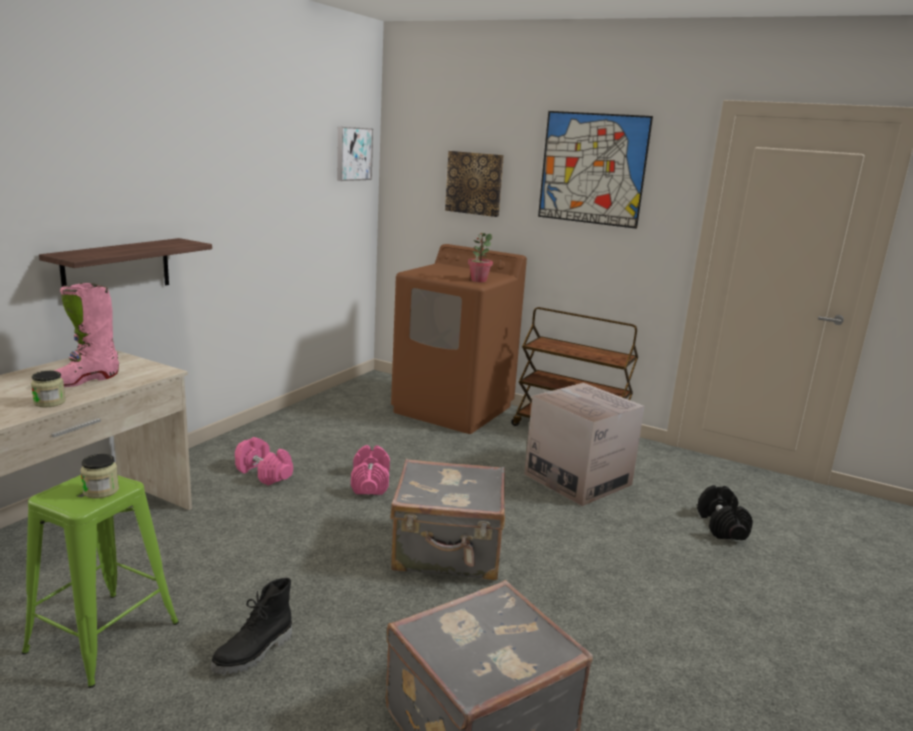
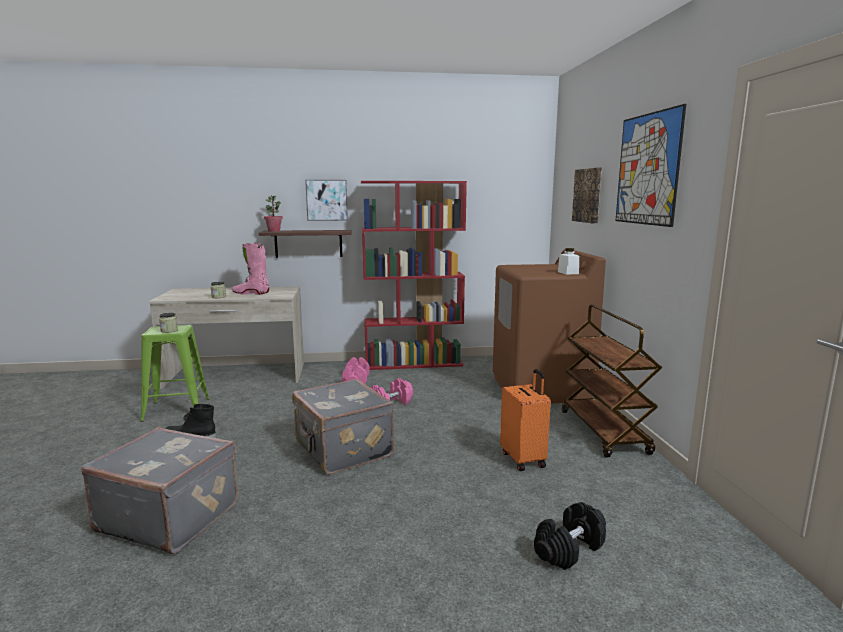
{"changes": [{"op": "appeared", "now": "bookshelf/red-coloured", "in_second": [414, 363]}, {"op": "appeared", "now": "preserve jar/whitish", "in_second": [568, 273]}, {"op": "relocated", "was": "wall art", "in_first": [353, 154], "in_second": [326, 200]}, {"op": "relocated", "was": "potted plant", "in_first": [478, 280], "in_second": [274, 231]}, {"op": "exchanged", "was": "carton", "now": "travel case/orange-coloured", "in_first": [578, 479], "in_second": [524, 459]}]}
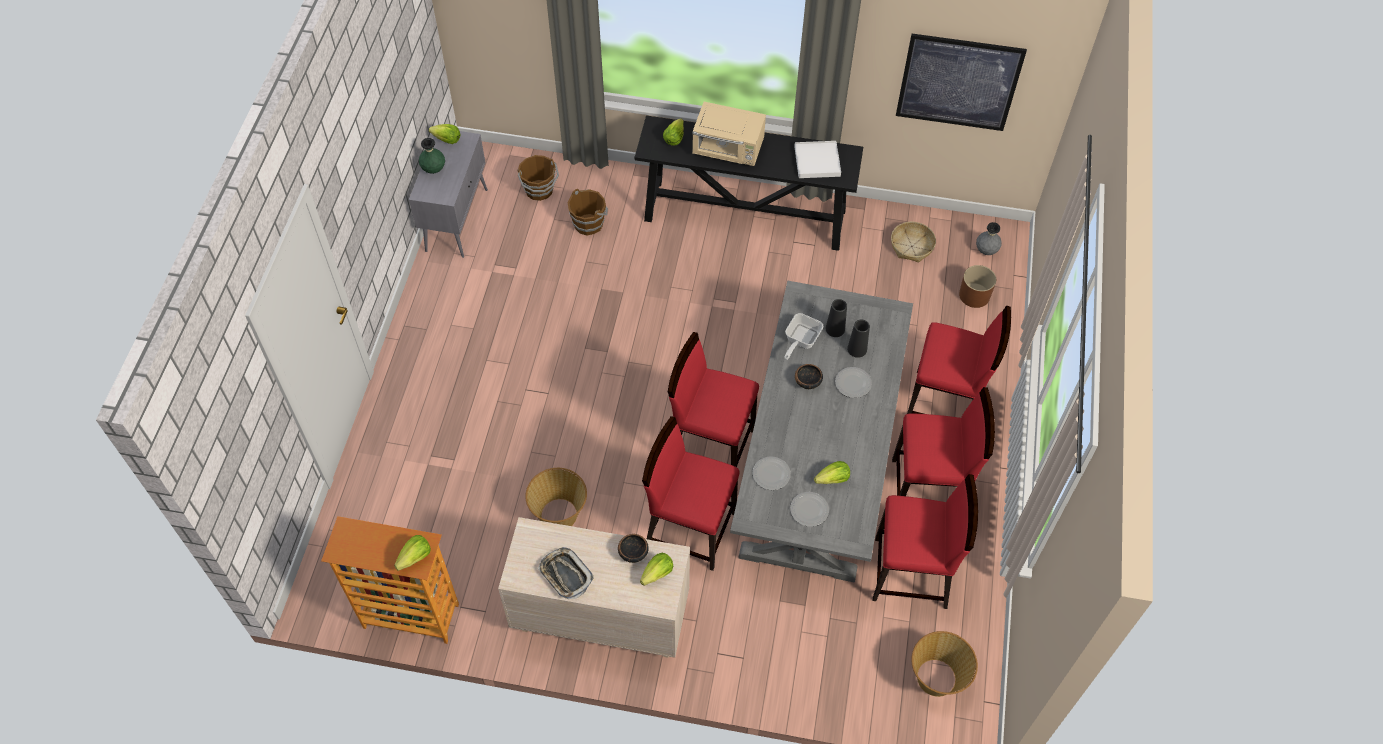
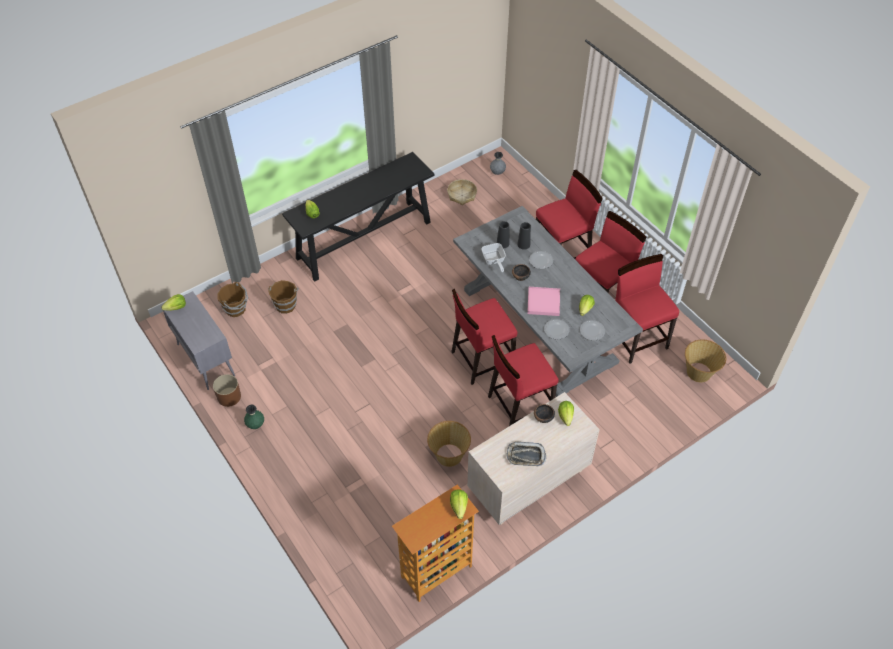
{"changes": [{"op": "missing", "was": "kitchen microwave/beige", "in_first": [728, 150]}, {"op": "missing", "was": "tray/whitish", "in_first": [817, 161]}, {"op": "missing", "was": "wall art", "in_first": [958, 82]}, {"op": "appeared", "now": "tray/pinkish", "in_second": [543, 302]}, {"op": "relocated", "was": "decorative vase/greenish", "in_first": [433, 169], "in_second": [255, 425]}, {"op": "relocated", "was": "plant pot/brown-coloured", "in_first": [974, 295], "in_second": [229, 396]}, {"op": "spun", "was": "chair/red-coloured", "in_first": [911, 573], "in_second": [636, 338], "clockwise": -75}]}
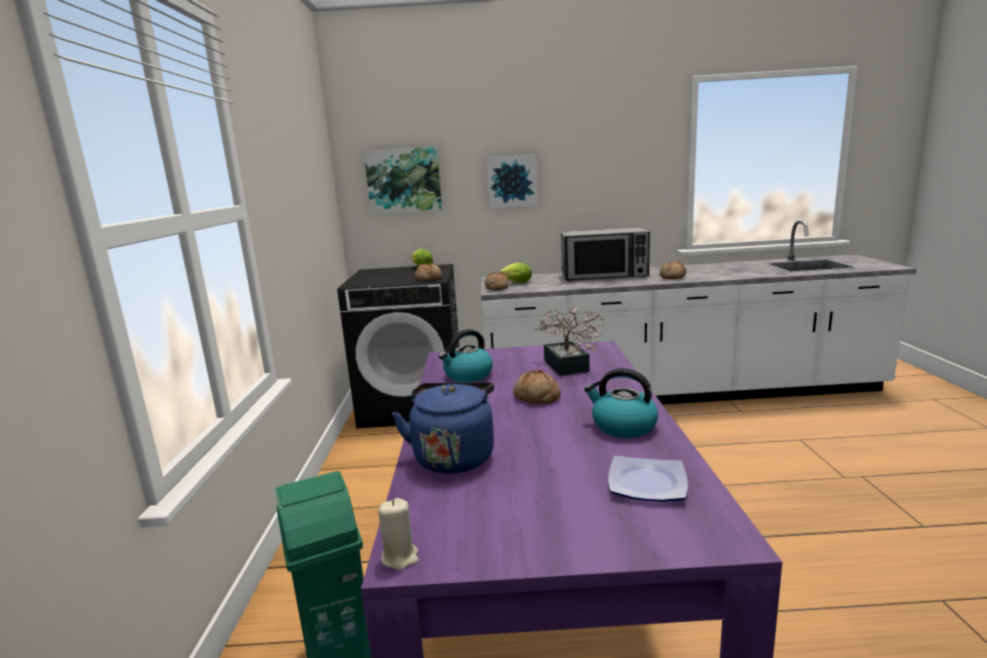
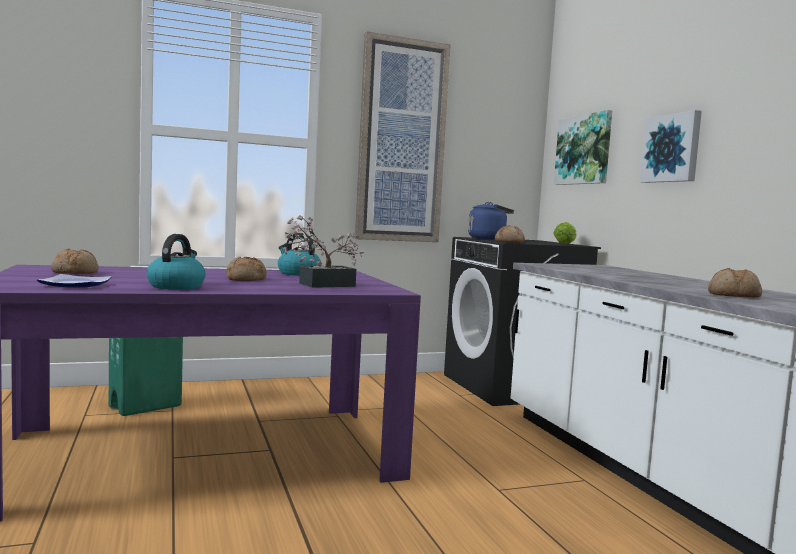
{"changes": [{"op": "missing", "was": "wax light/beige", "in_first": [400, 557]}, {"op": "missing", "was": "lettuce head", "in_first": [515, 282]}, {"op": "missing", "was": "kitchen microwave", "in_first": [604, 276]}, {"op": "appeared", "now": "wall art", "in_second": [401, 141]}, {"op": "relocated", "was": "kettle/bluish", "in_first": [454, 456], "in_second": [489, 239]}, {"op": "relocated", "was": "bakery bread", "in_first": [496, 288], "in_second": [75, 272]}]}
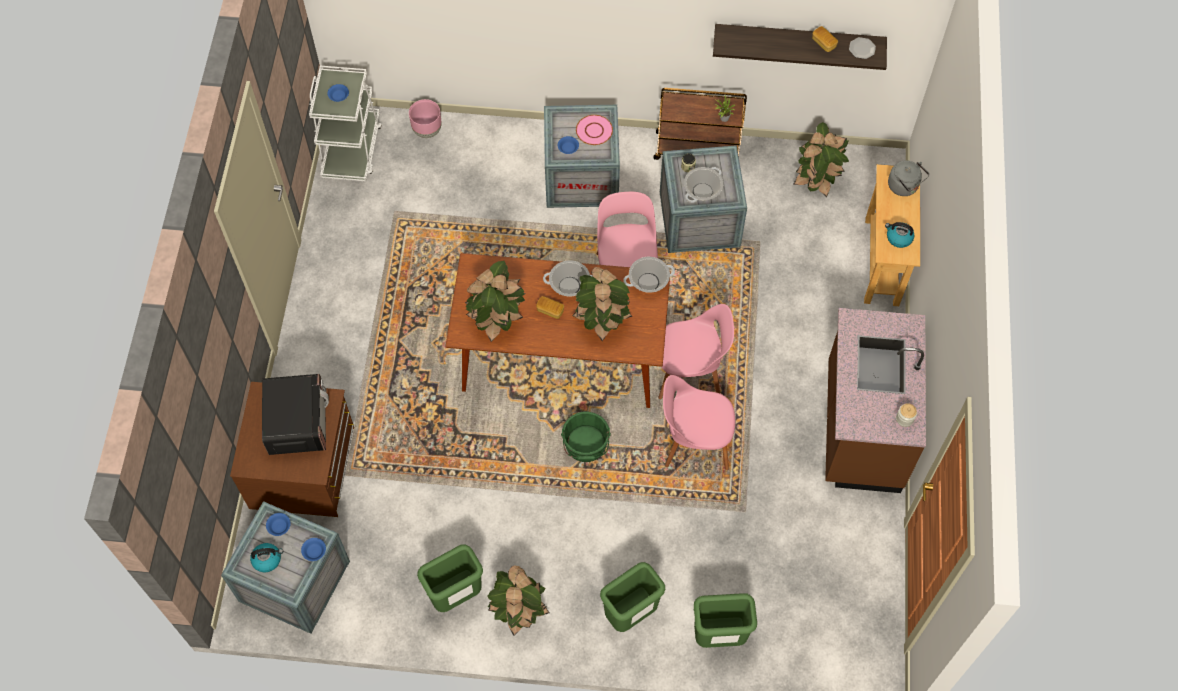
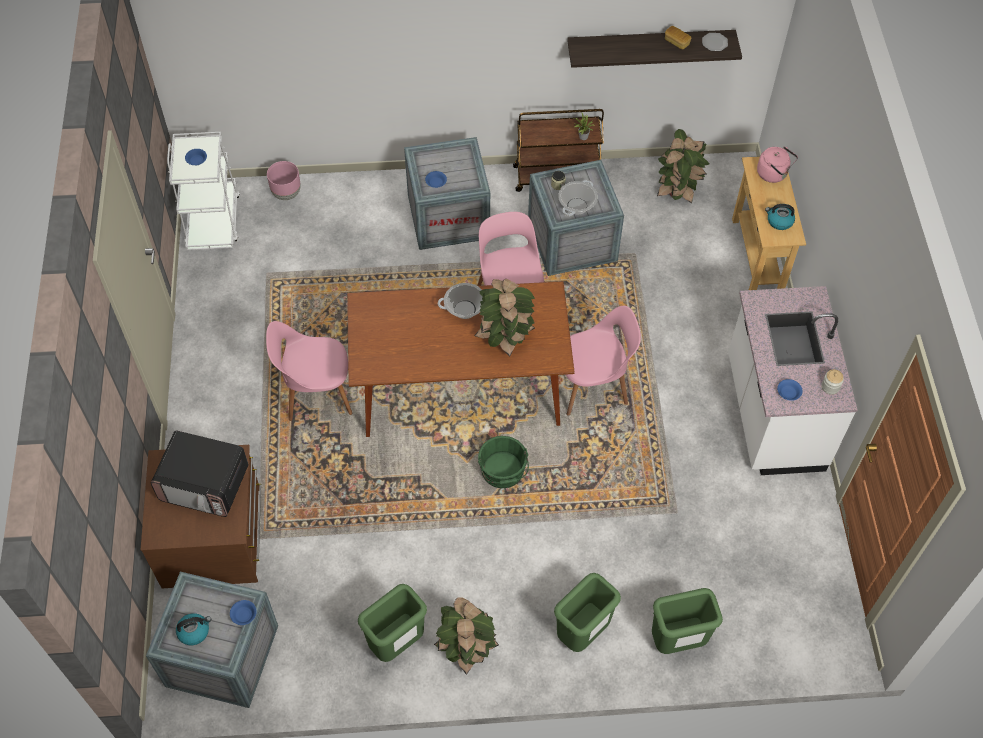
{"changes": [{"op": "missing", "was": "potted plant", "in_first": [497, 321]}, {"op": "missing", "was": "bakery bread", "in_first": [550, 310]}, {"op": "missing", "was": "plate/pinkish", "in_first": [594, 130]}, {"op": "missing", "was": "stockpot", "in_first": [648, 282]}, {"op": "relocated", "was": "deep dish/bluish", "in_first": [279, 526], "in_second": [788, 393]}, {"op": "relocated", "was": "chair/pinkish", "in_first": [694, 441], "in_second": [316, 393]}, {"op": "colour", "was": "kitchen counter/brown-coloured", "now": "kitchen counter/whitish", "in_first": [860, 427], "in_second": [772, 414]}, {"op": "colour", "was": "kettle/grey", "now": "kettle/pinkish", "in_first": [904, 187], "in_second": [773, 174]}, {"op": "spun", "was": "kitchen microwave", "in_first": [298, 422], "in_second": [205, 484], "clockwise": 120}]}
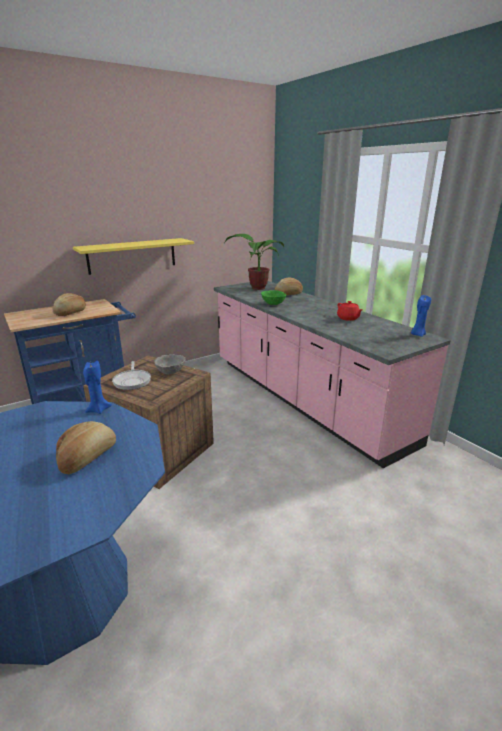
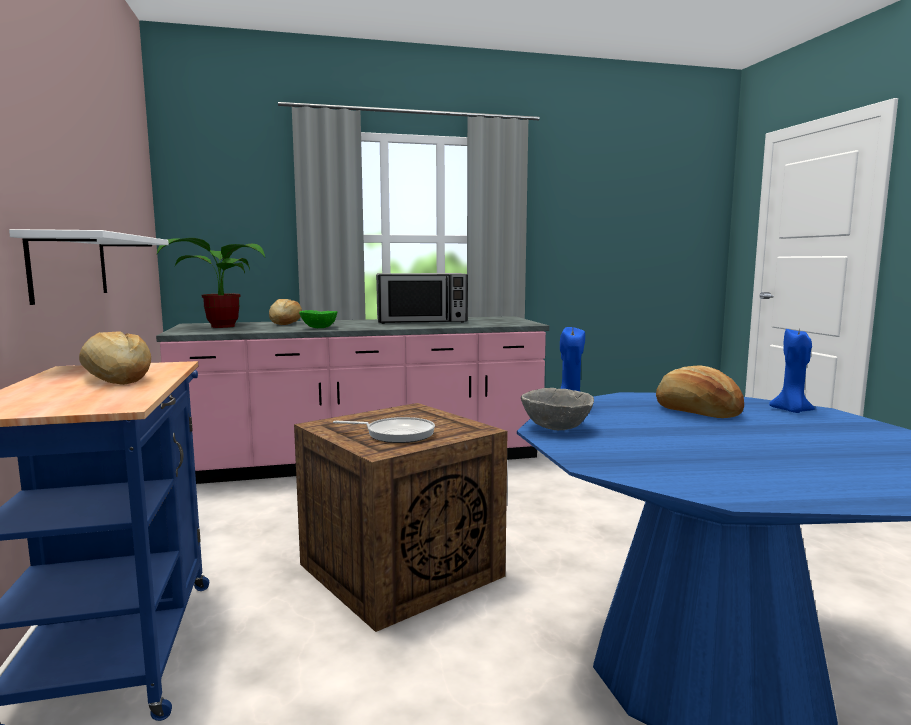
{"changes": [{"op": "relocated", "was": "deep dish/grey", "in_first": [171, 372], "in_second": [556, 427]}, {"op": "relocated", "was": "wax light/bluish", "in_first": [417, 334], "in_second": [791, 411]}, {"op": "exchanged", "was": "teapot/red-coloured", "now": "kitchen microwave", "in_first": [348, 318], "in_second": [422, 321]}, {"op": "colour", "was": "shelf/yellowish", "now": "shelf/whitish", "in_first": [132, 255], "in_second": [70, 266]}]}
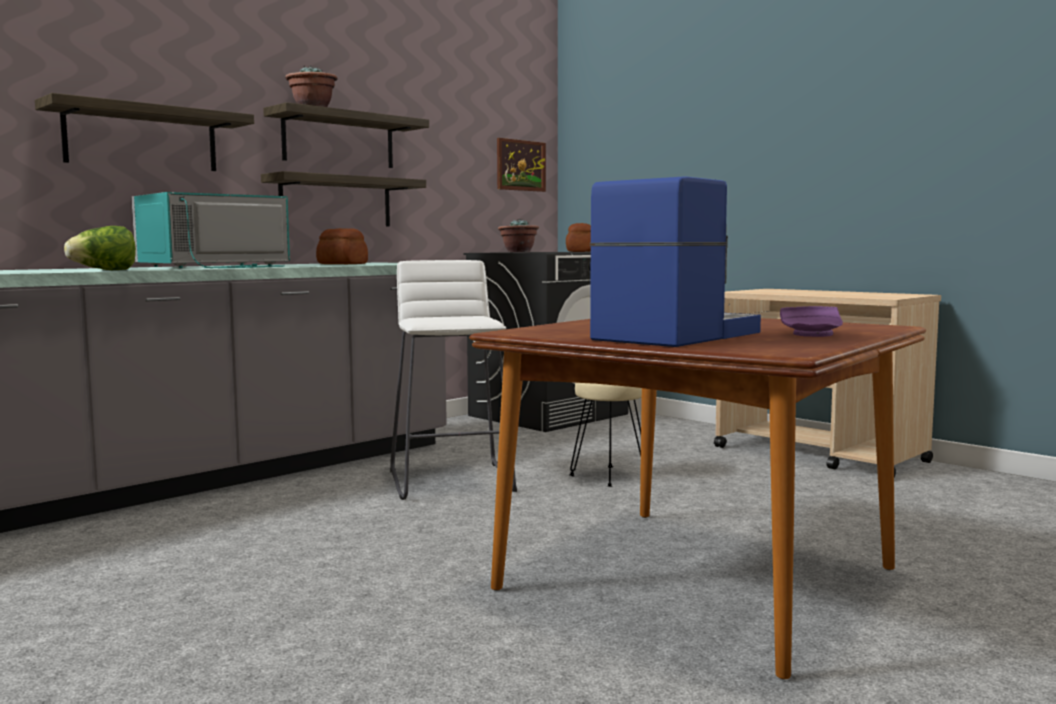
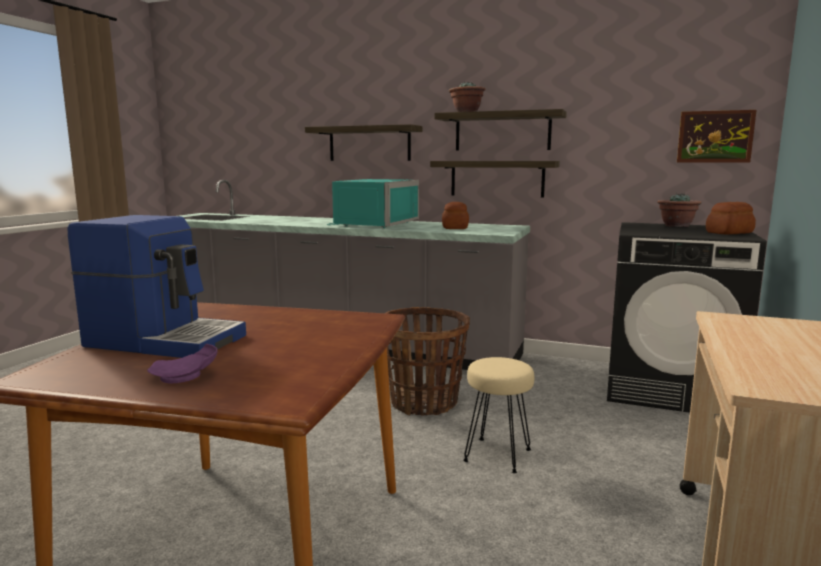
{"changes": [{"op": "missing", "was": "lettuce head", "in_first": [104, 270]}, {"op": "exchanged", "was": "sitting stool/whitish", "now": "basket", "in_first": [452, 480], "in_second": [424, 402]}, {"op": "spun", "was": "kitchen microwave/turquoise-coloured", "in_first": [216, 266], "in_second": [372, 224], "clockwise": 90}]}
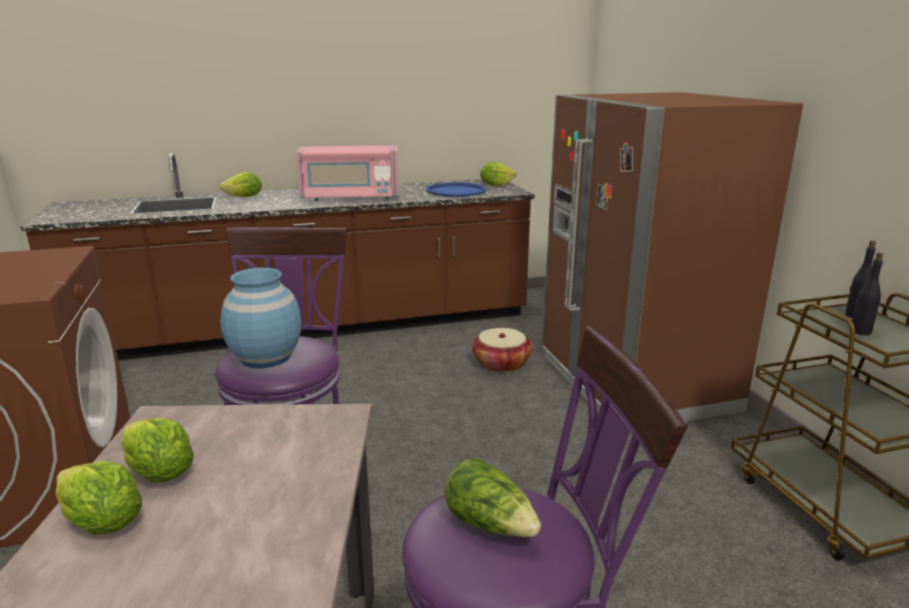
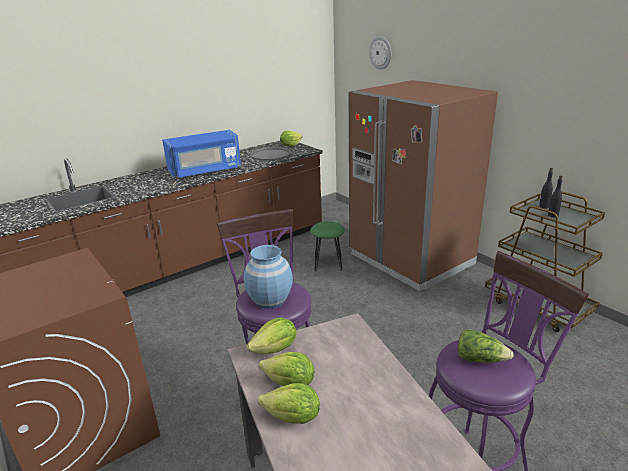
{"changes": [{"op": "appeared", "now": "wall clock", "in_second": [380, 53]}, {"op": "relocated", "was": "lettuce head", "in_first": [244, 197], "in_second": [275, 349]}, {"op": "exchanged", "was": "basket", "now": "sitting stool/greenish", "in_first": [501, 363], "in_second": [328, 264]}, {"op": "colour", "was": "kitchen microwave/pinkish", "now": "kitchen microwave/bluish", "in_first": [350, 197], "in_second": [205, 171]}, {"op": "colour", "was": "tray/bluish", "now": "tray/grey", "in_first": [456, 191], "in_second": [270, 154]}]}
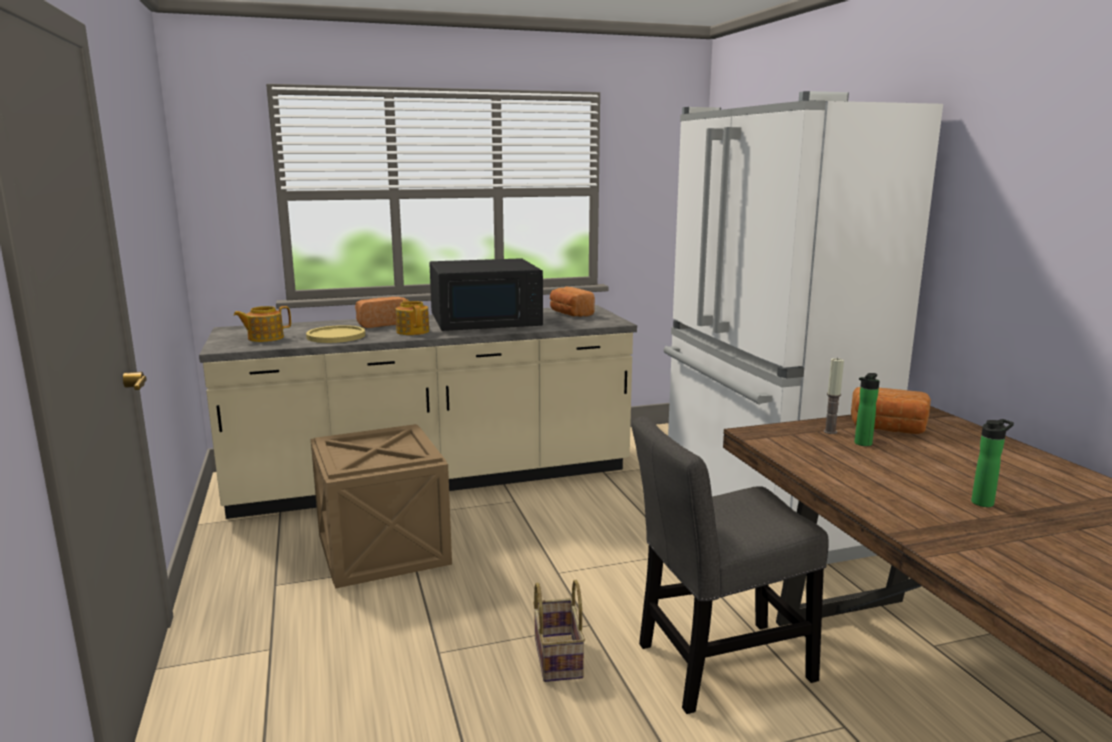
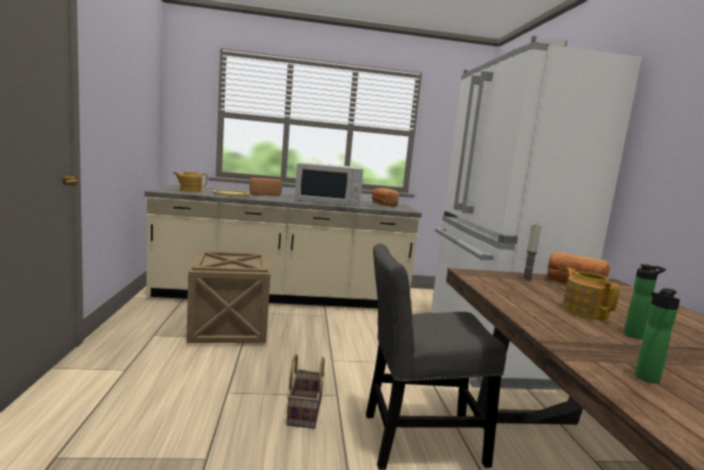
{"changes": [{"op": "relocated", "was": "teapot", "in_first": [413, 331], "in_second": [584, 311]}, {"op": "relocated", "was": "beverage bottle", "in_first": [861, 444], "in_second": [645, 379]}, {"op": "colour", "was": "kitchen microwave/black", "now": "kitchen microwave/whitish", "in_first": [486, 321], "in_second": [328, 200]}]}
